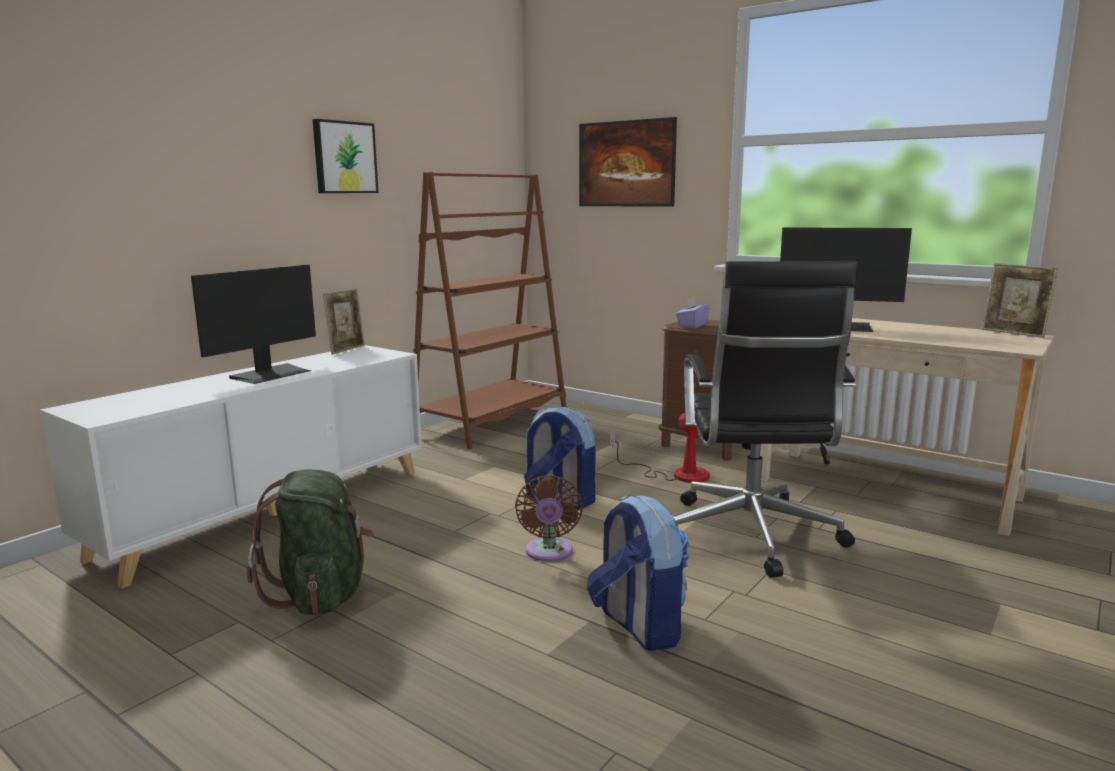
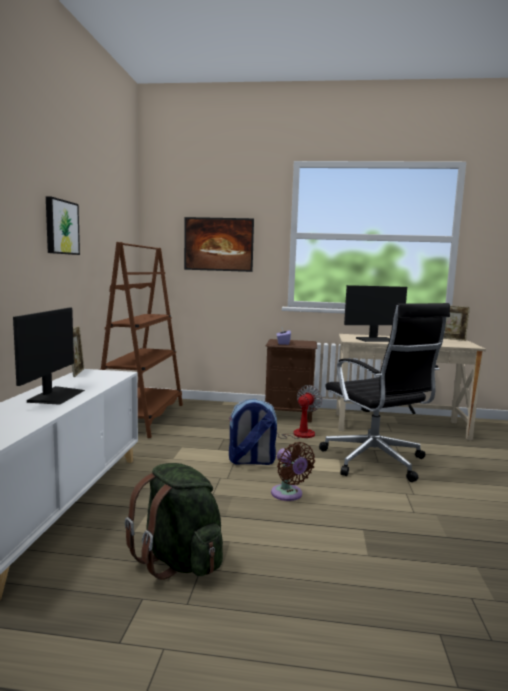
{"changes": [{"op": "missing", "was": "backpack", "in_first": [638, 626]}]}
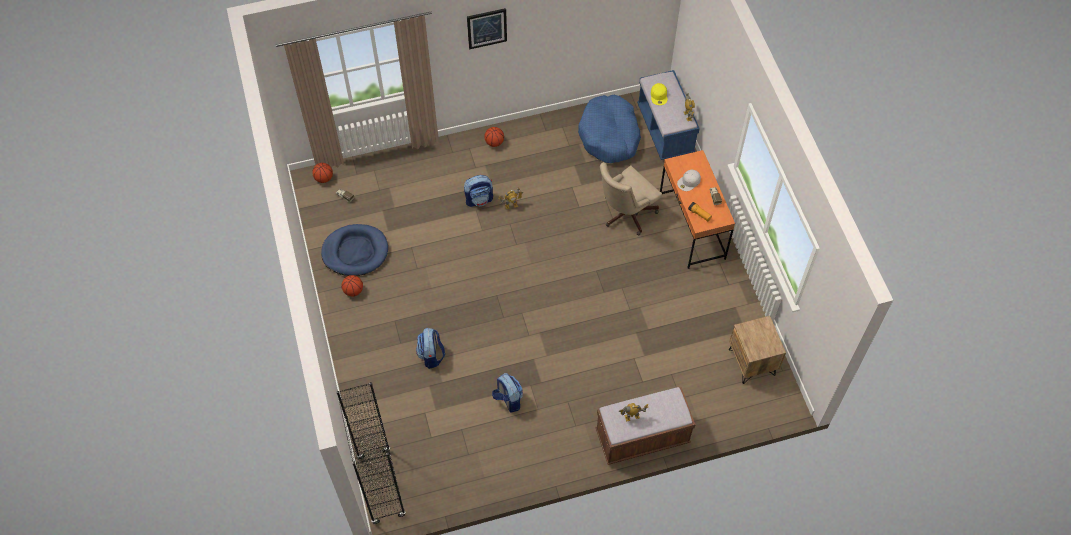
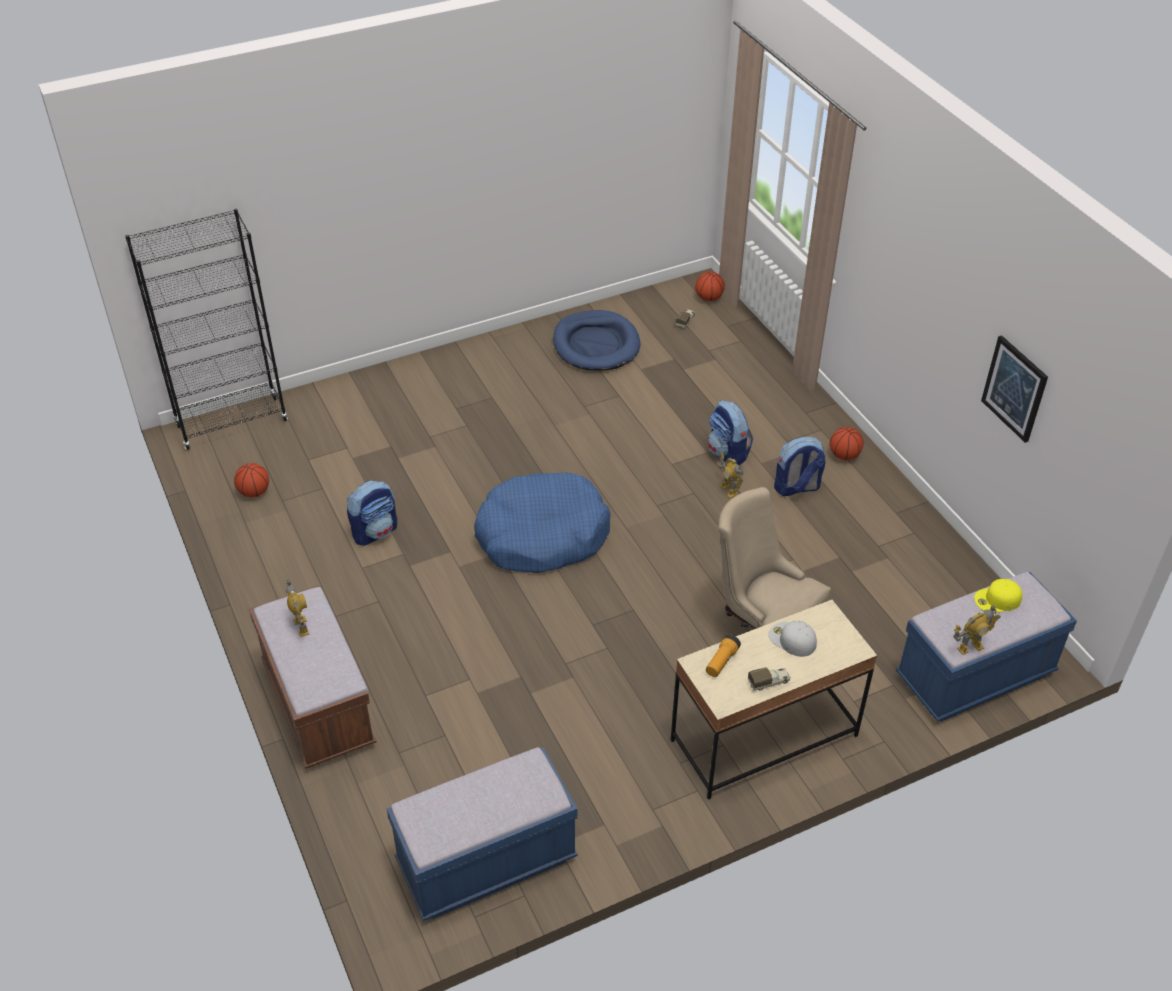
{"changes": [{"op": "relocated", "was": "ball for basketball", "in_first": [353, 291], "in_second": [254, 492]}, {"op": "relocated", "was": "backpack", "in_first": [431, 355], "in_second": [796, 488]}, {"op": "relocated", "was": "wall art", "in_first": [487, 28], "in_second": [1015, 388]}, {"op": "relocated", "was": "dog bed/bluish", "in_first": [609, 135], "in_second": [542, 535]}, {"op": "exchanged", "was": "bedside table/brown-coloured", "now": "indoor bench/bluish", "in_first": [752, 362], "in_second": [486, 862]}, {"op": "colour", "was": "desk unit/orange-coloured", "now": "desk unit/beige", "in_first": [691, 228], "in_second": [763, 738]}]}
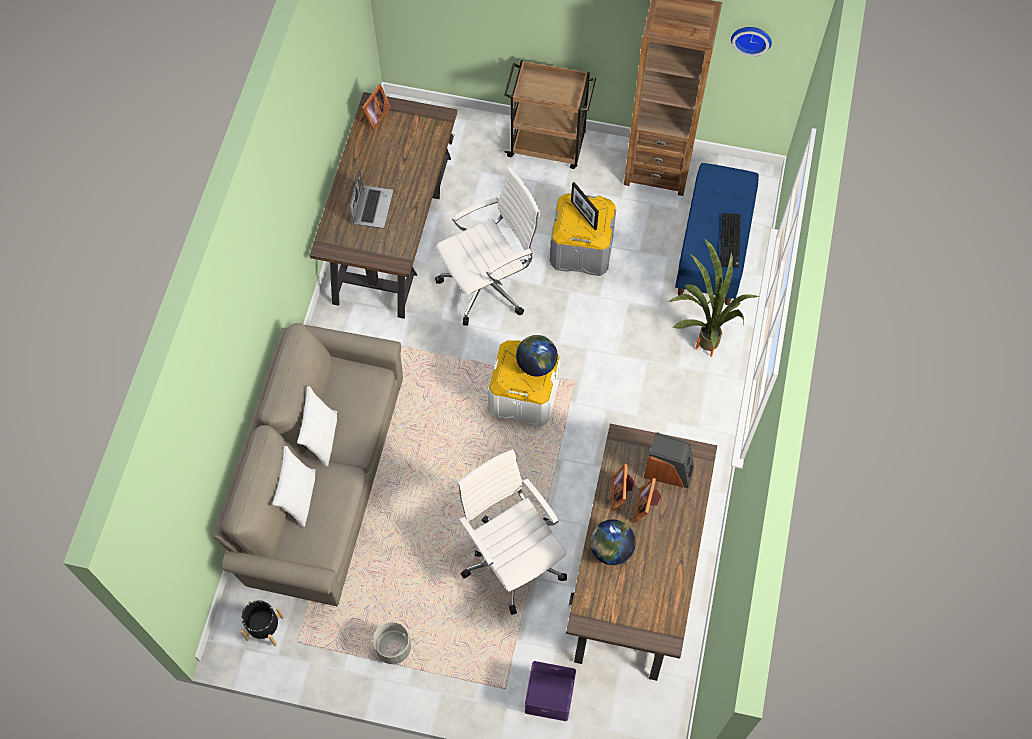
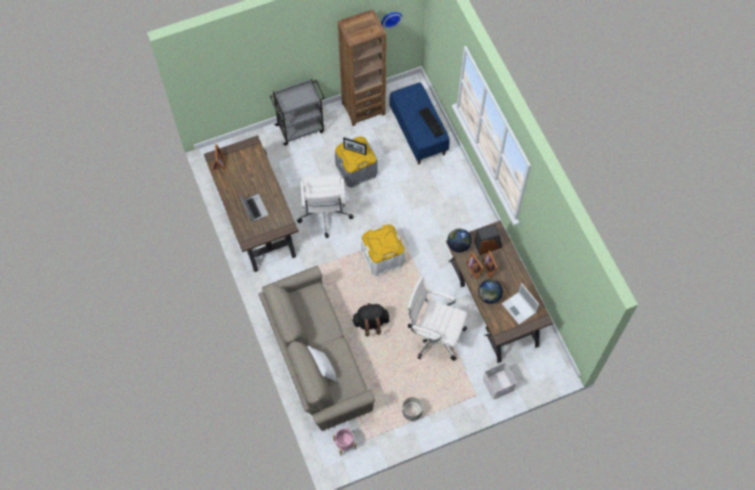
{"changes": [{"op": "missing", "was": "cushion/whitish", "in_first": [322, 437]}, {"op": "missing", "was": "potted plant", "in_first": [701, 341]}, {"op": "appeared", "now": "backpack/black", "in_second": [371, 323]}, {"op": "appeared", "now": "portable computer", "in_second": [519, 308]}, {"op": "relocated", "was": "world globe", "in_first": [536, 364], "in_second": [458, 245]}, {"op": "colour", "was": "plant pot/black", "now": "plant pot/pinkish", "in_first": [265, 628], "in_second": [345, 444]}, {"op": "colour", "was": "wheeled cart/brown-coloured", "now": "wheeled cart/grey", "in_first": [548, 145], "in_second": [301, 128]}, {"op": "colour", "was": "storage box/purple", "now": "storage box/whitish", "in_first": [548, 696], "in_second": [498, 385]}, {"op": "spun", "was": "desk chair/whitish", "in_first": [489, 284], "in_second": [324, 214], "clockwise": 150}]}
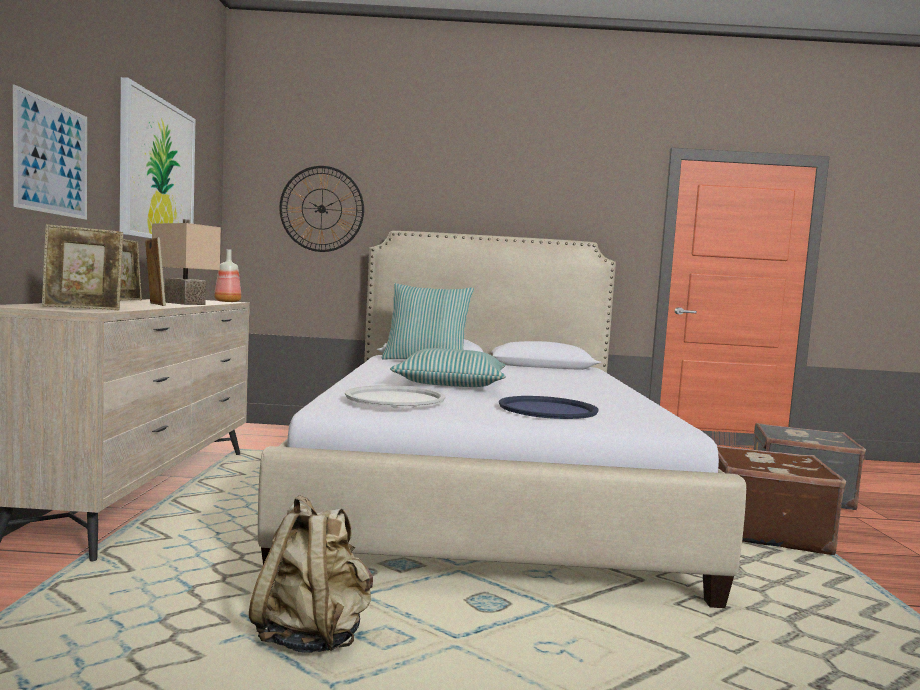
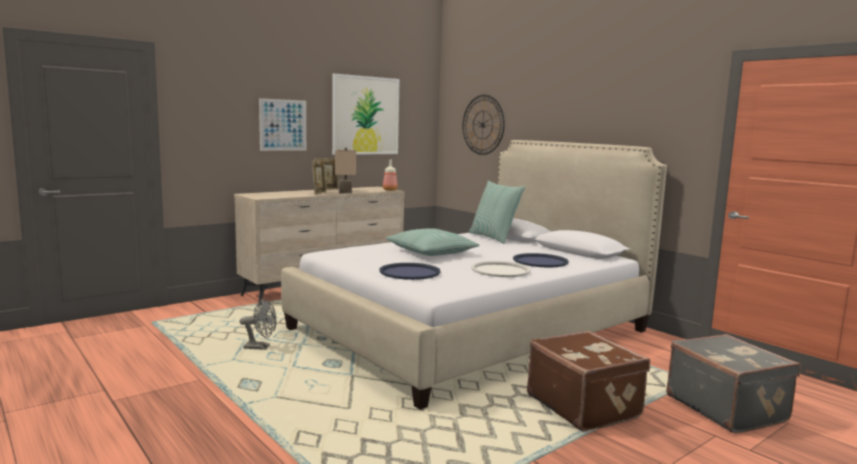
{"changes": [{"op": "missing", "was": "picture frame", "in_first": [83, 308]}, {"op": "appeared", "now": "tray/bluish", "in_second": [540, 261]}, {"op": "relocated", "was": "tray/whitish", "in_first": [395, 398], "in_second": [500, 270]}, {"op": "exchanged", "was": "backpack/beige", "now": "electric fan/grey", "in_first": [312, 635], "in_second": [261, 347]}]}
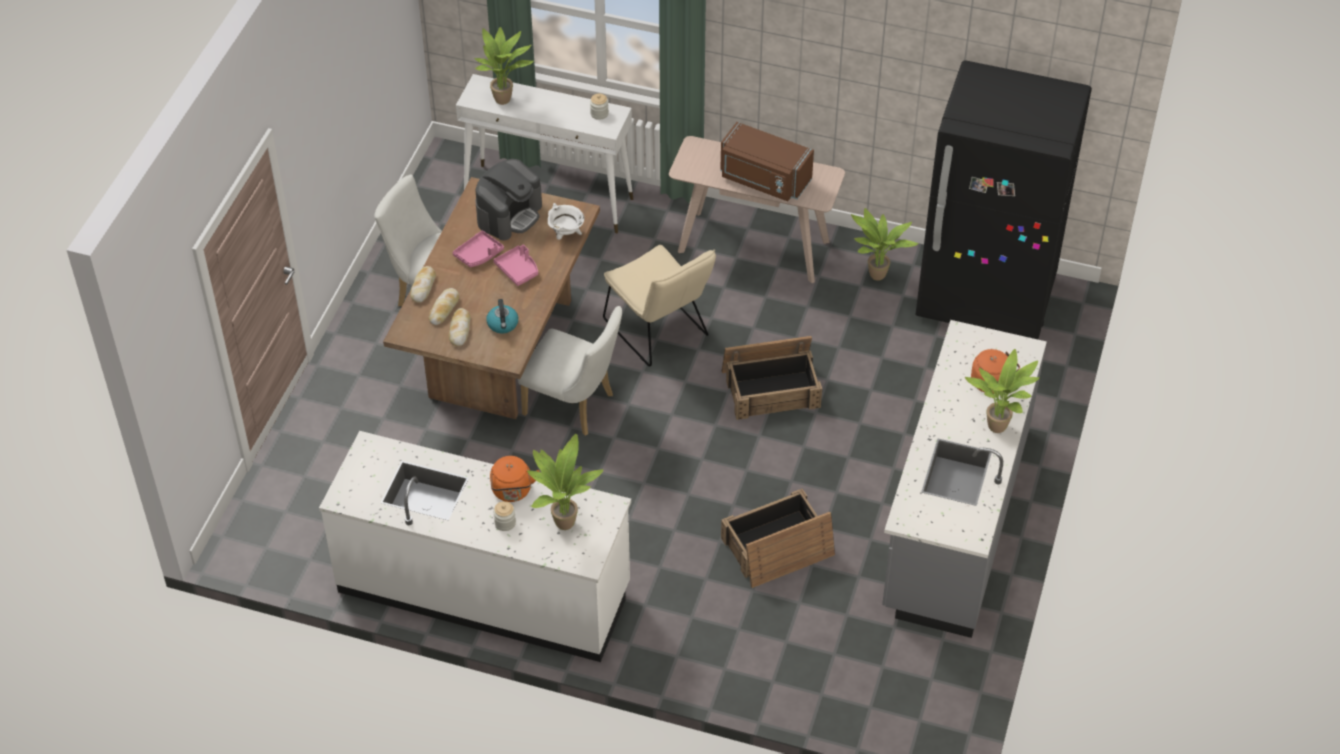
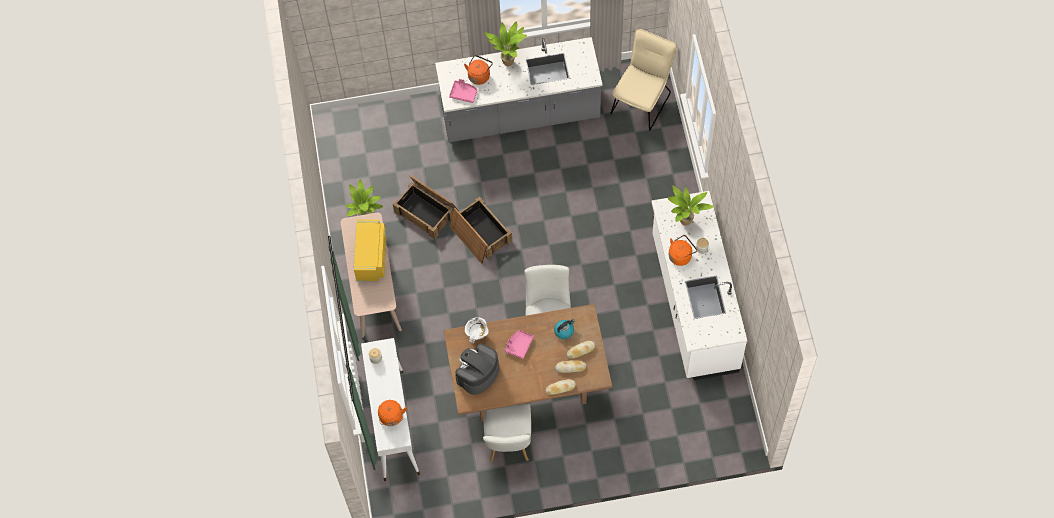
{"changes": [{"op": "missing", "was": "refrigerator/black", "in_first": [986, 298]}, {"op": "relocated", "was": "tray/pinkish", "in_first": [479, 254], "in_second": [463, 93]}, {"op": "relocated", "was": "chair/beige", "in_first": [660, 332], "in_second": [642, 100]}, {"op": "relocated", "was": "crate", "in_first": [777, 548], "in_second": [427, 211]}, {"op": "exchanged", "was": "potted plant", "now": "kettle/orange-coloured", "in_first": [505, 100], "in_second": [391, 418]}, {"op": "colour", "was": "kitchen microwave/brown-coloured", "now": "kitchen microwave/yellowish", "in_first": [763, 180], "in_second": [372, 257]}, {"op": "spun", "was": "coffee maker", "in_first": [509, 214], "in_second": [478, 374], "clockwise": -60}]}
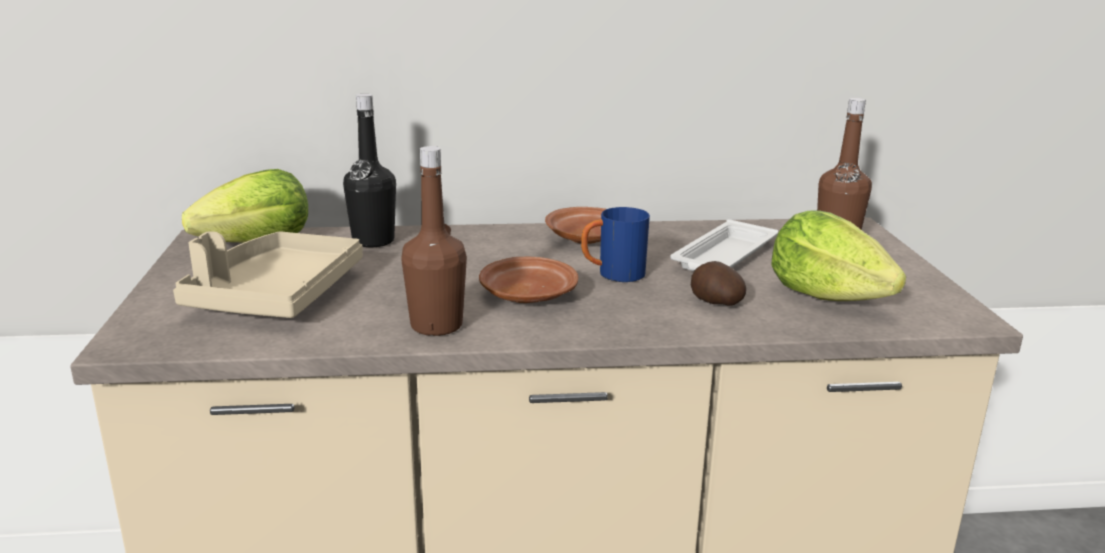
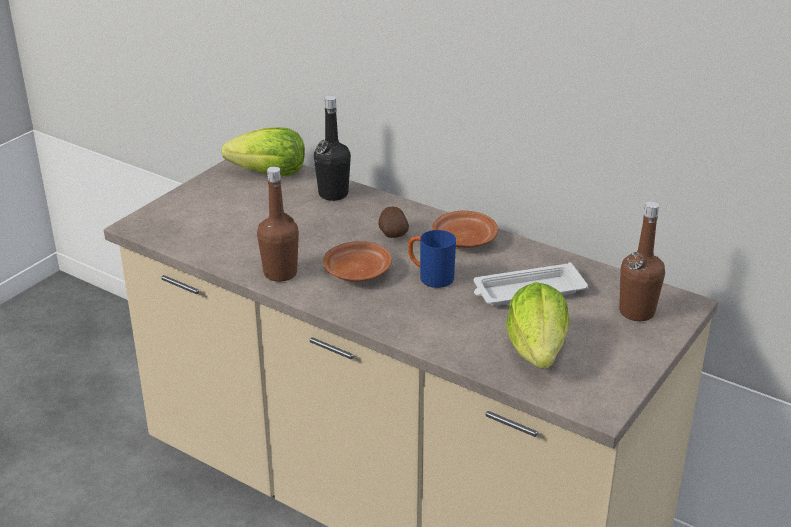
{"changes": [{"op": "missing", "was": "tray/beige", "in_first": [276, 295]}, {"op": "relocated", "was": "spud", "in_first": [715, 303], "in_second": [392, 233]}]}
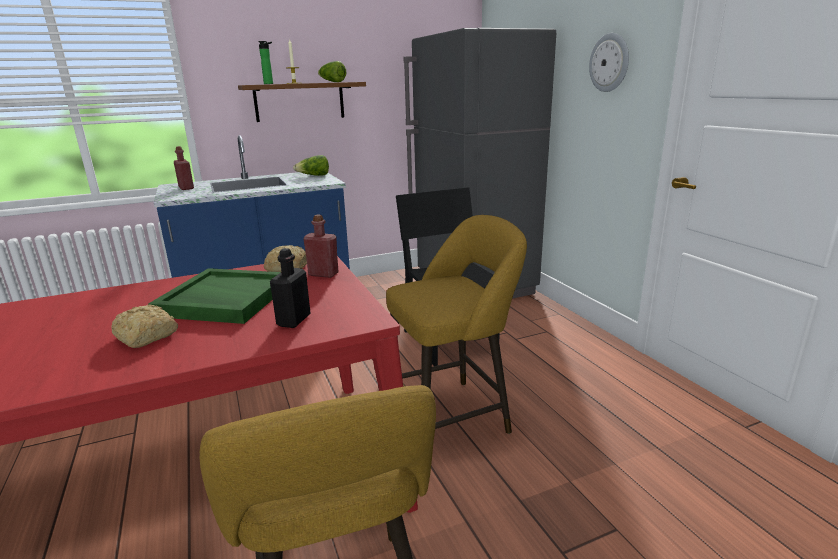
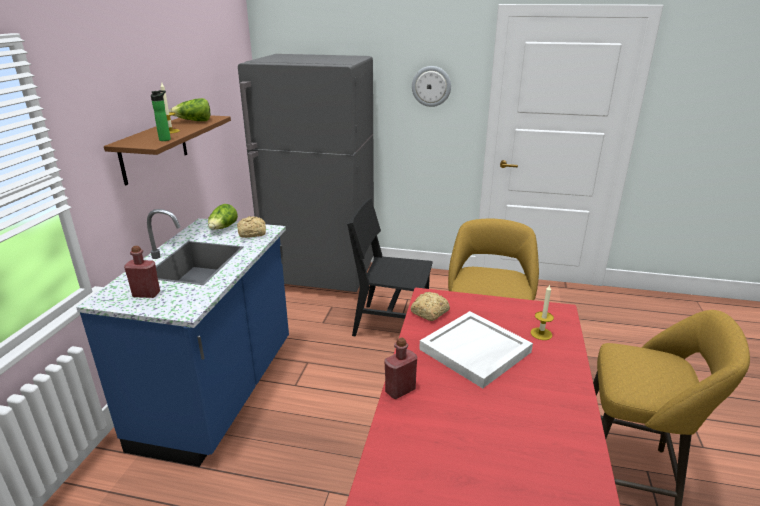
{"changes": [{"op": "relocated", "was": "bakery bread", "in_first": [146, 337], "in_second": [253, 233]}, {"op": "relocated", "was": "beverage bottle/red-coloured", "in_first": [323, 274], "in_second": [400, 390]}, {"op": "exchanged", "was": "beverage bottle/black", "now": "wax light", "in_first": [293, 320], "in_second": [541, 334]}, {"op": "colour", "was": "tray/greenish", "now": "tray/whitish", "in_first": [224, 299], "in_second": [475, 351]}]}
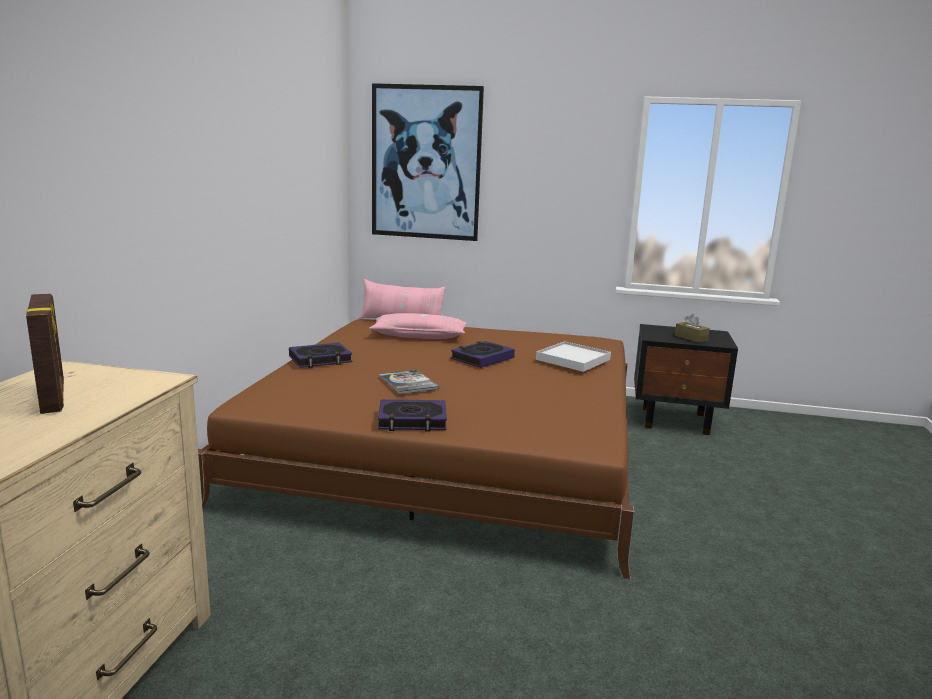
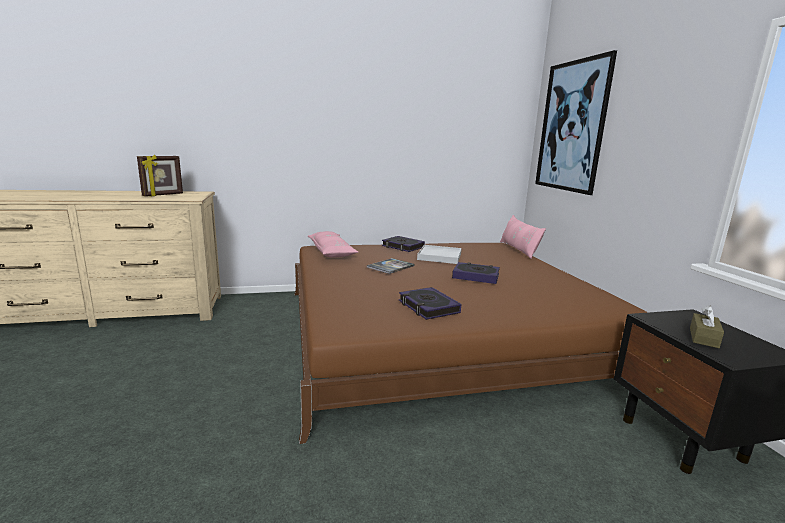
{"changes": [{"op": "relocated", "was": "cushion/pinkish", "in_first": [419, 336], "in_second": [331, 252]}, {"op": "relocated", "was": "volume", "in_first": [412, 421], "in_second": [428, 307]}, {"op": "relocated", "was": "tray/whitish", "in_first": [573, 360], "in_second": [439, 256]}]}
